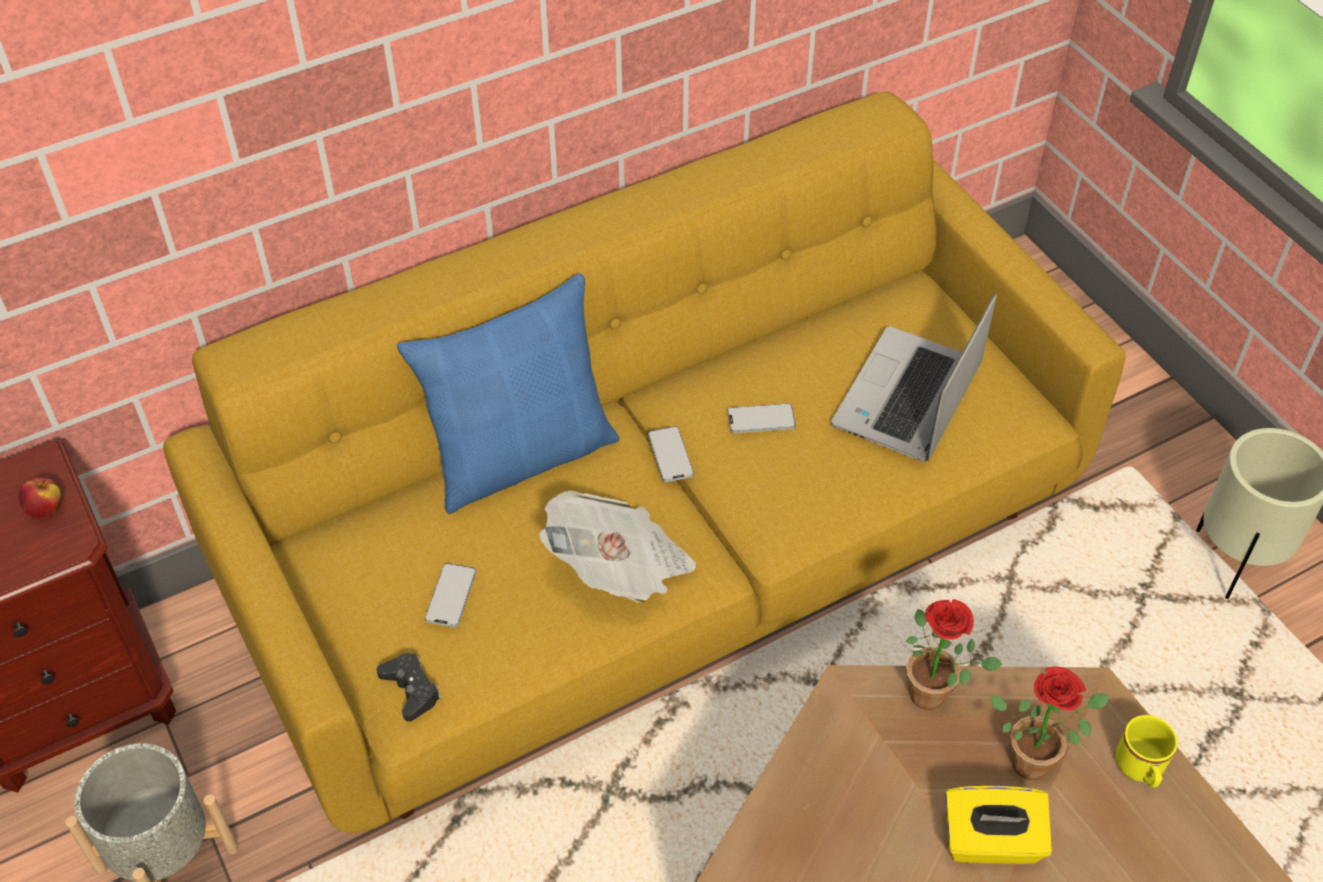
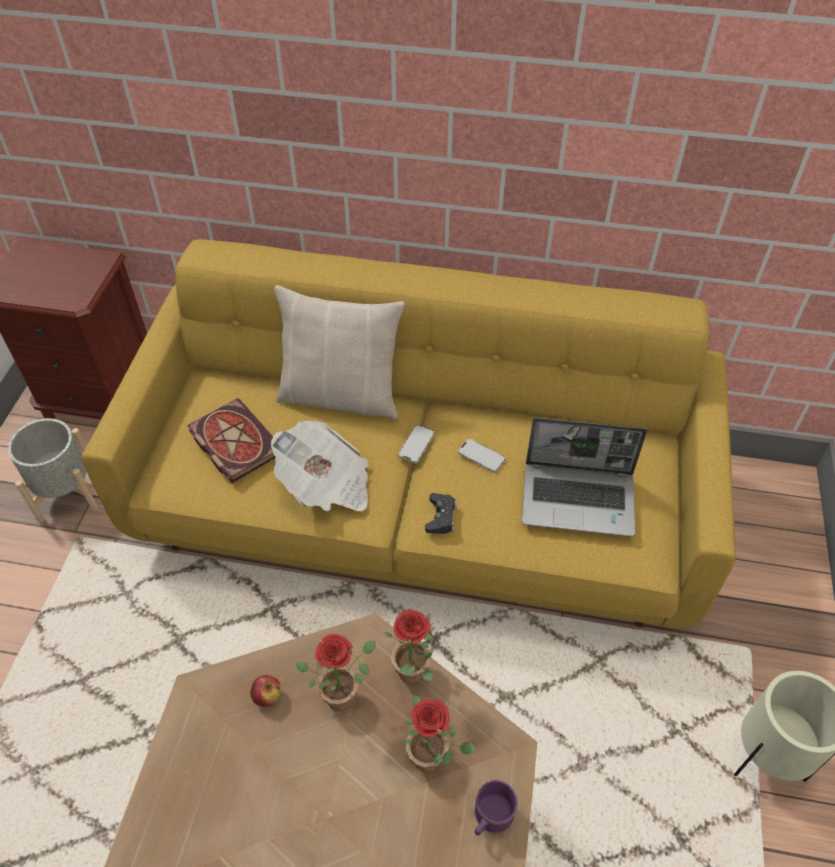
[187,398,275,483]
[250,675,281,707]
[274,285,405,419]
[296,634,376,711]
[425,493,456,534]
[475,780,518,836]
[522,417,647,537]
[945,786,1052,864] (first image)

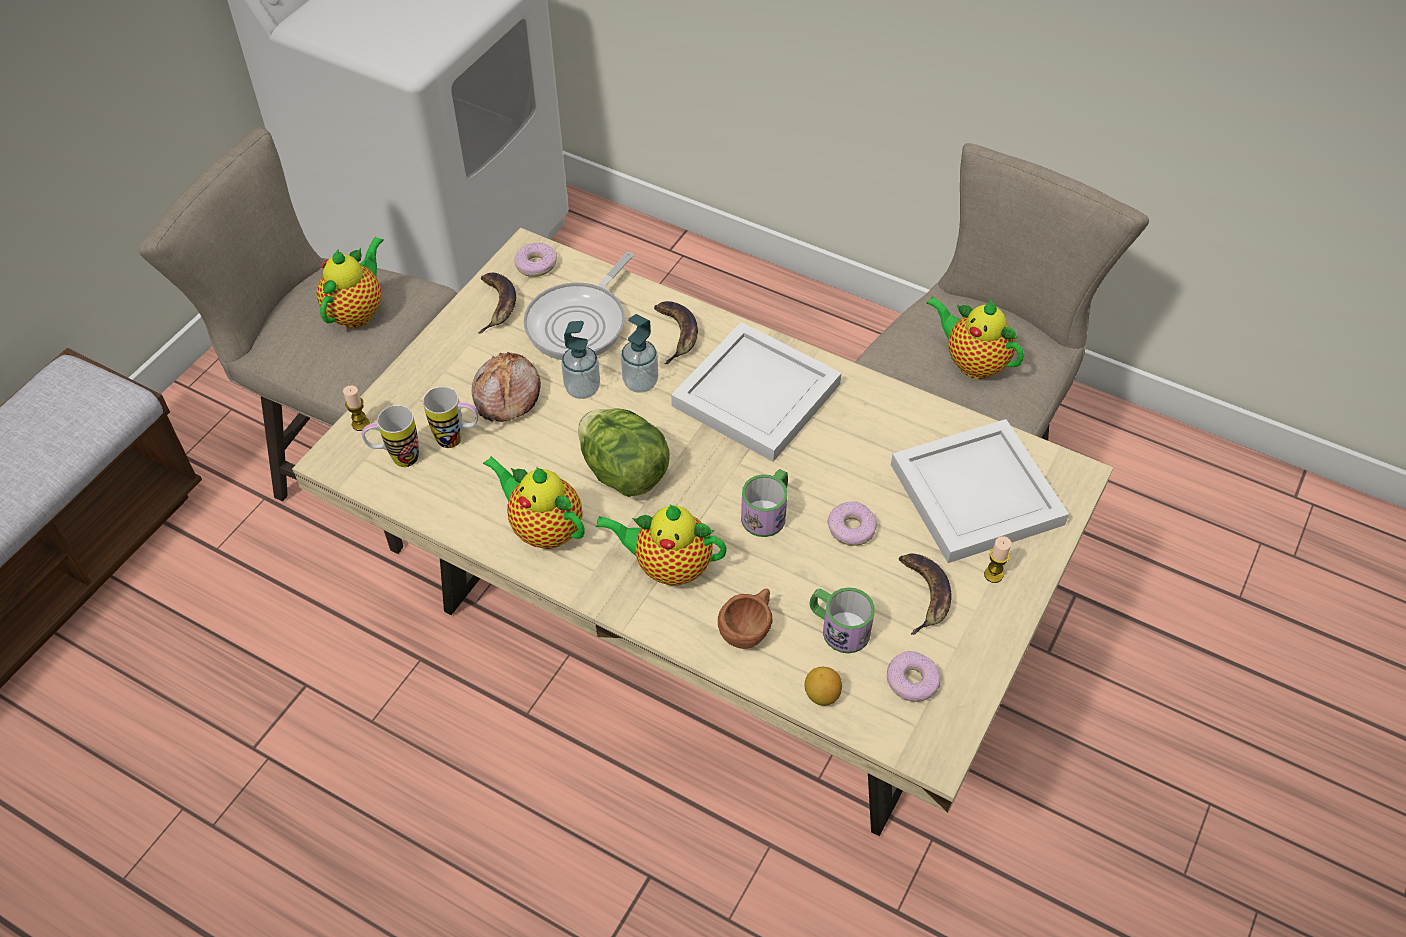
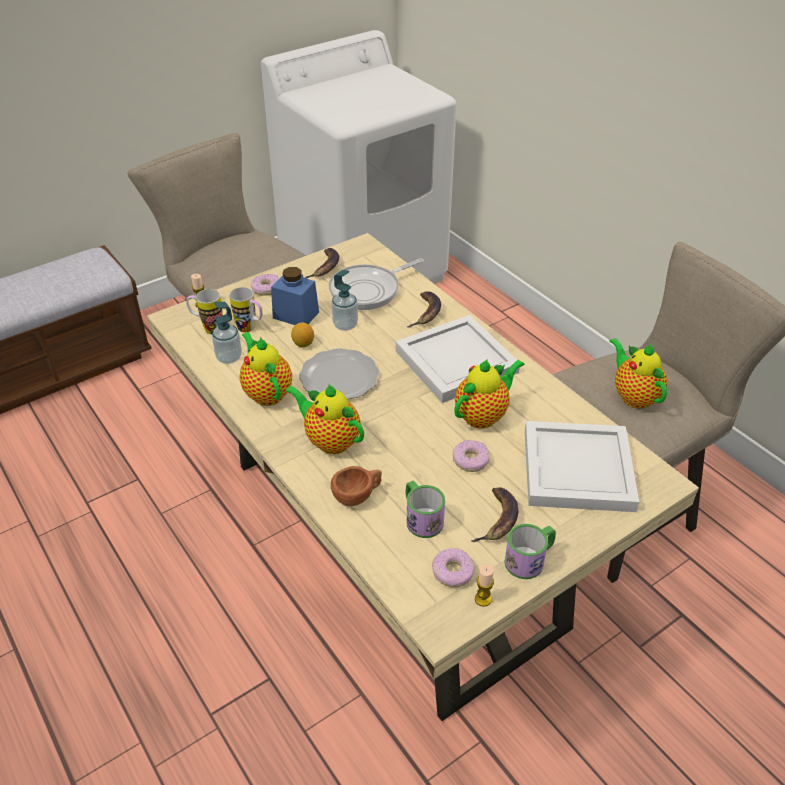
[212,301,242,364]
[250,274,279,296]
[271,267,319,325]
[291,322,314,347]
[299,348,379,400]
[454,359,524,428]
[475,564,494,607]
[504,524,556,579]

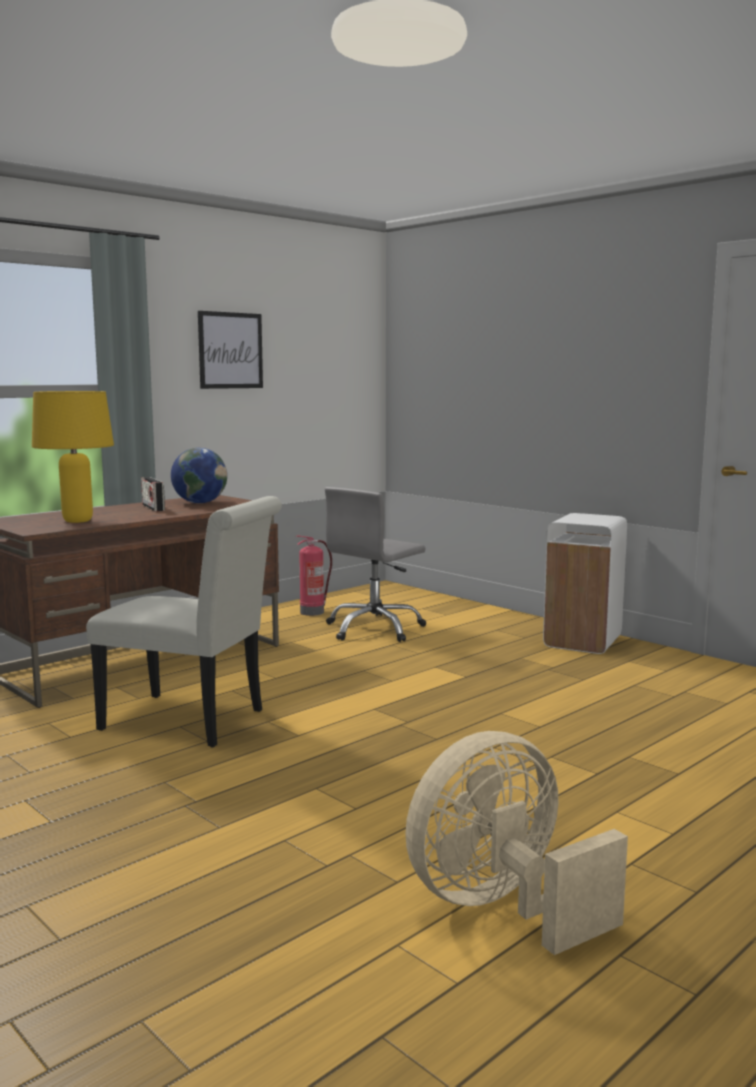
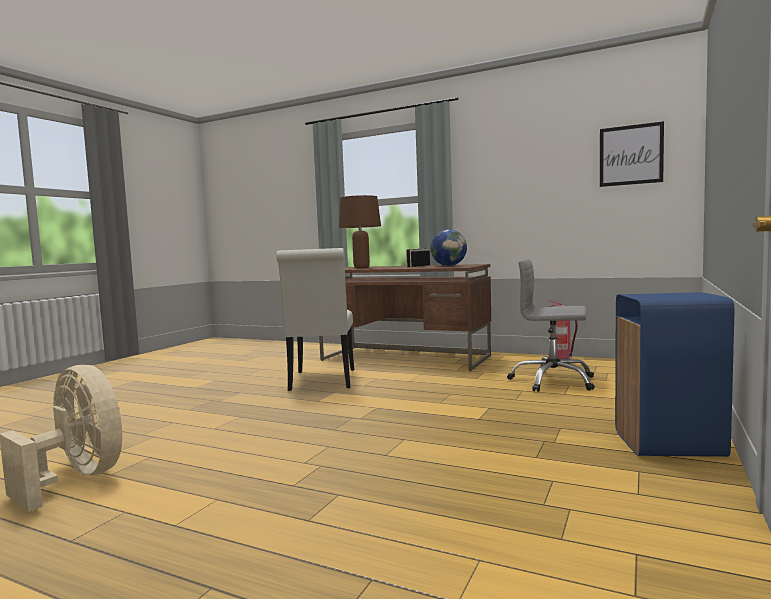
[339,195,381,269]
[600,121,664,187]
[615,292,734,457]

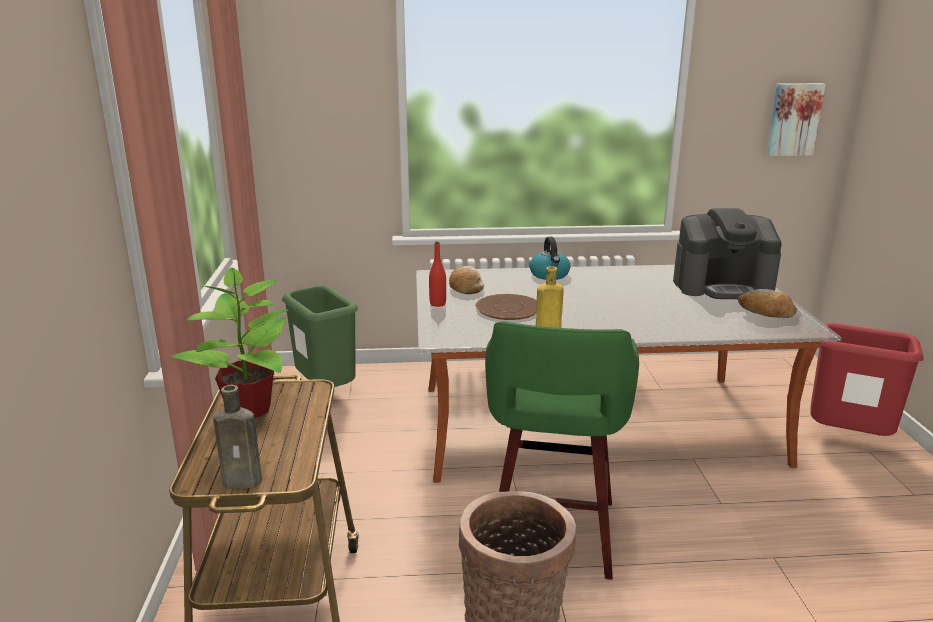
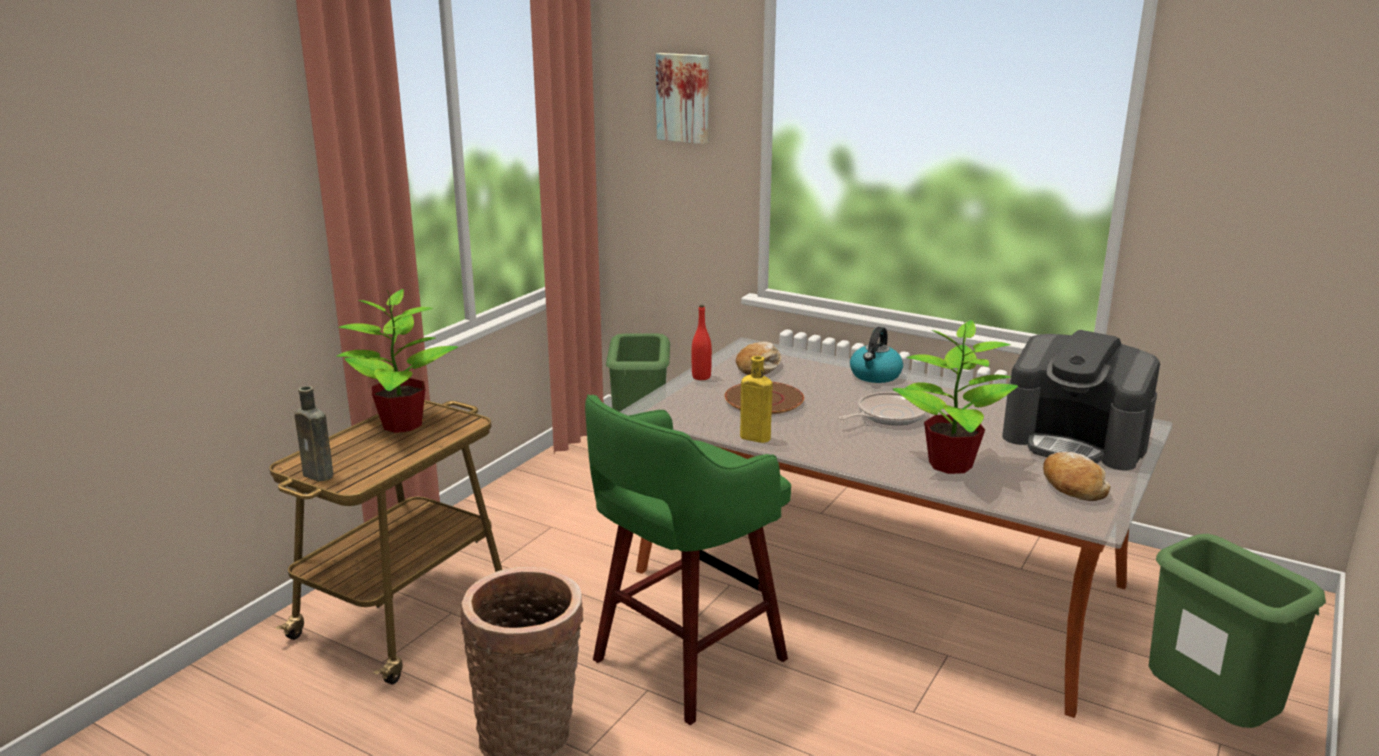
[656,53,709,144]
[839,392,927,425]
[893,320,1018,474]
[1149,534,1326,728]

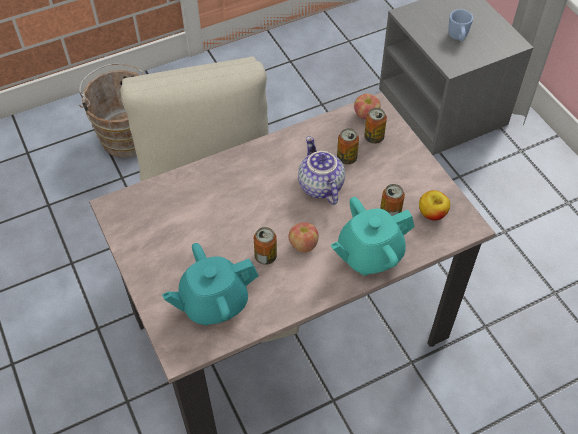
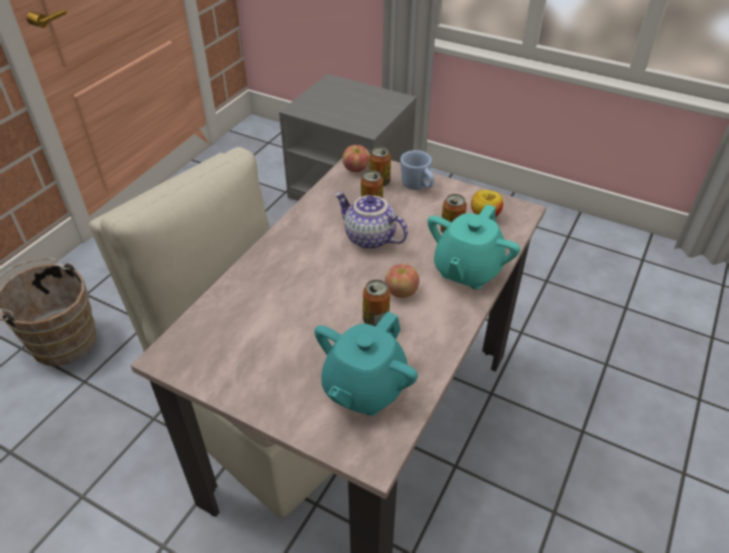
[400,150,434,190]

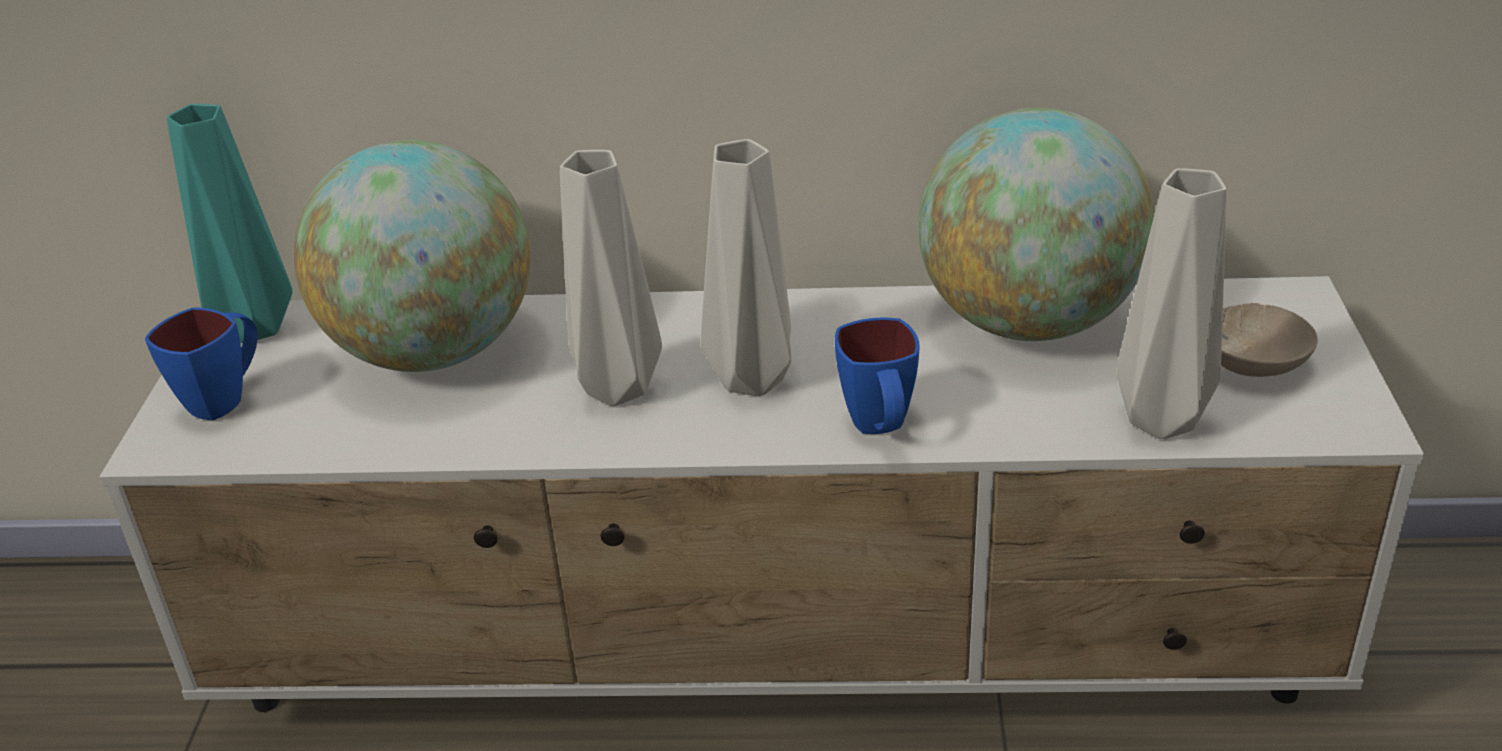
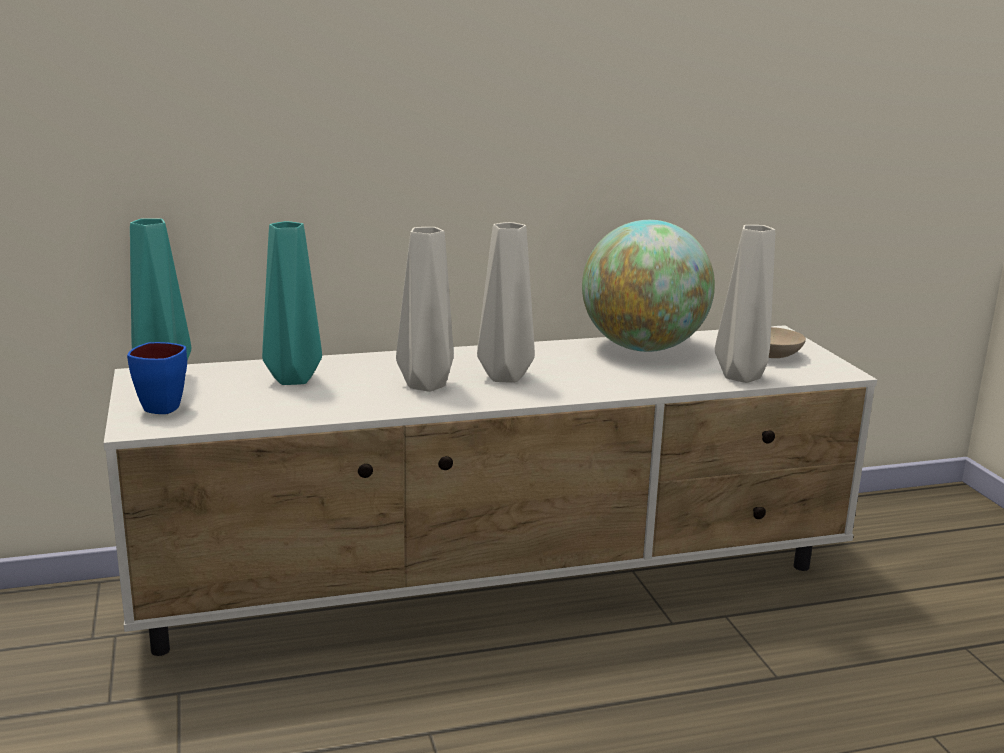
[262,221,322,385]
[835,318,919,434] (first image)

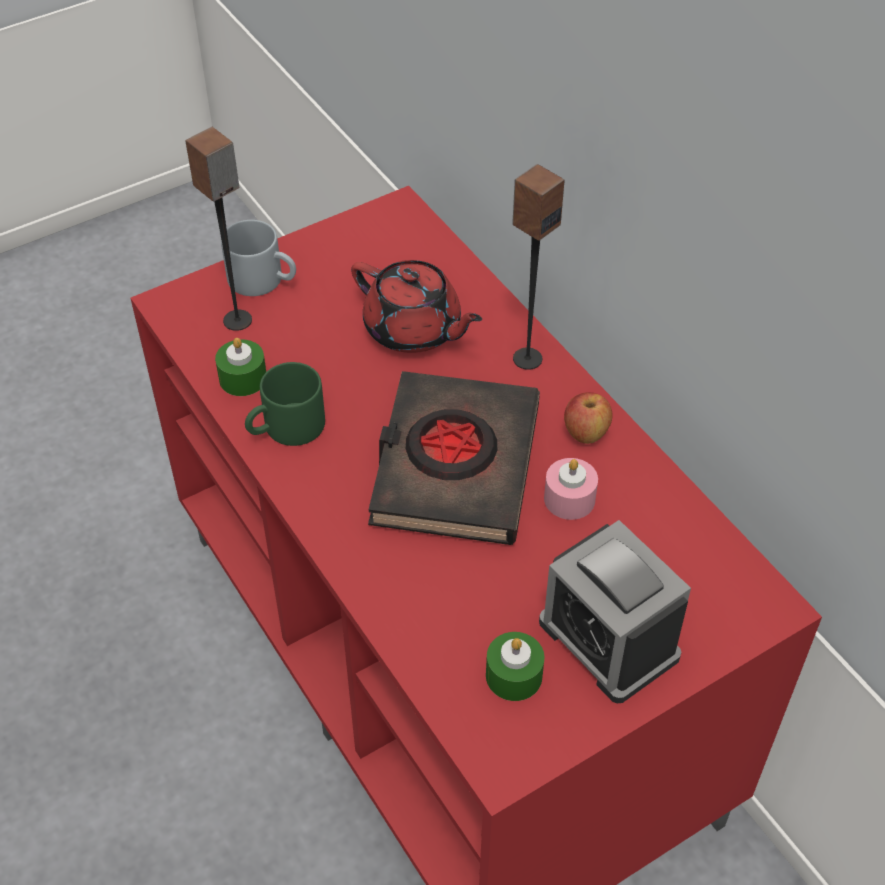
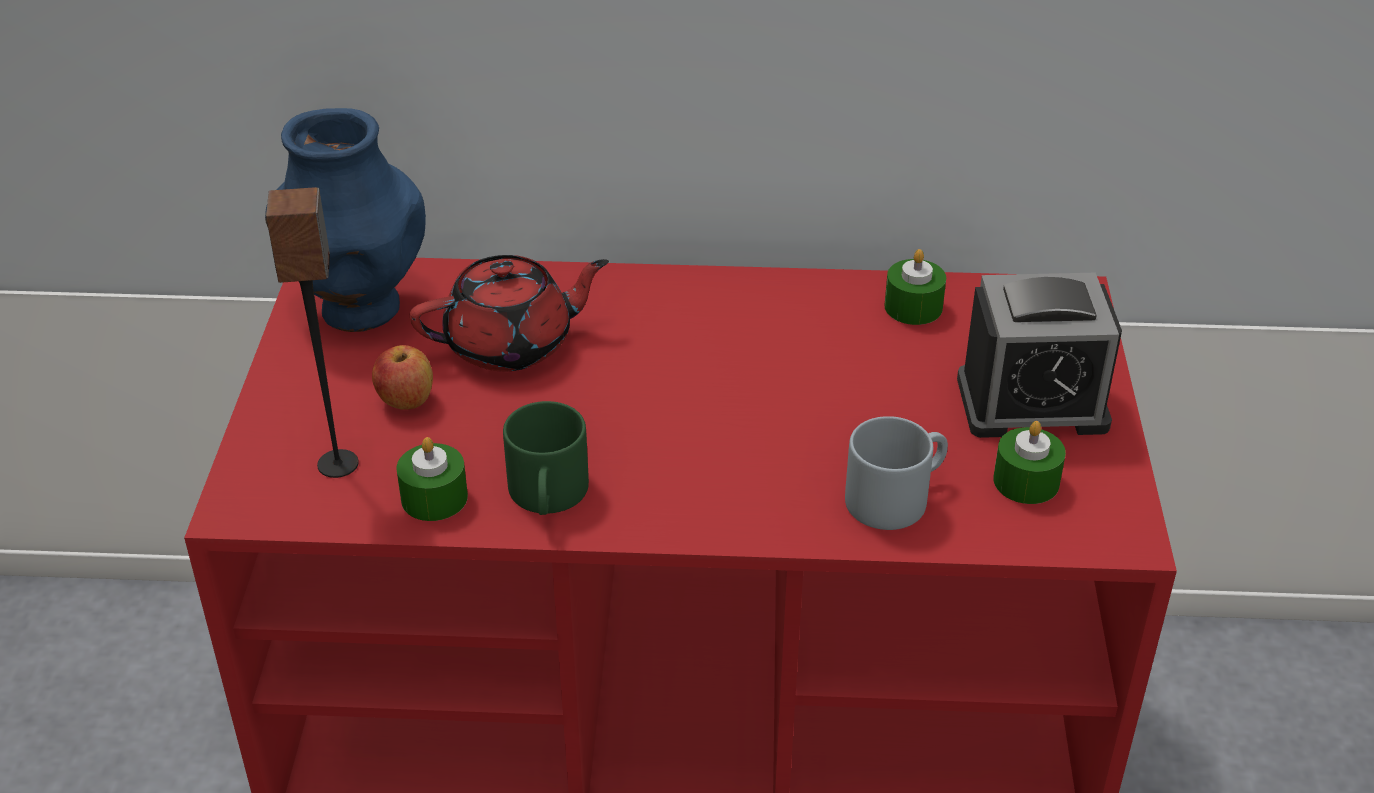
[265,108,426,332]
[372,345,433,410]
[845,416,948,530]
[884,249,946,325]
[368,371,540,545] (first image)
[512,164,565,370] (first image)
[544,458,598,520] (first image)

